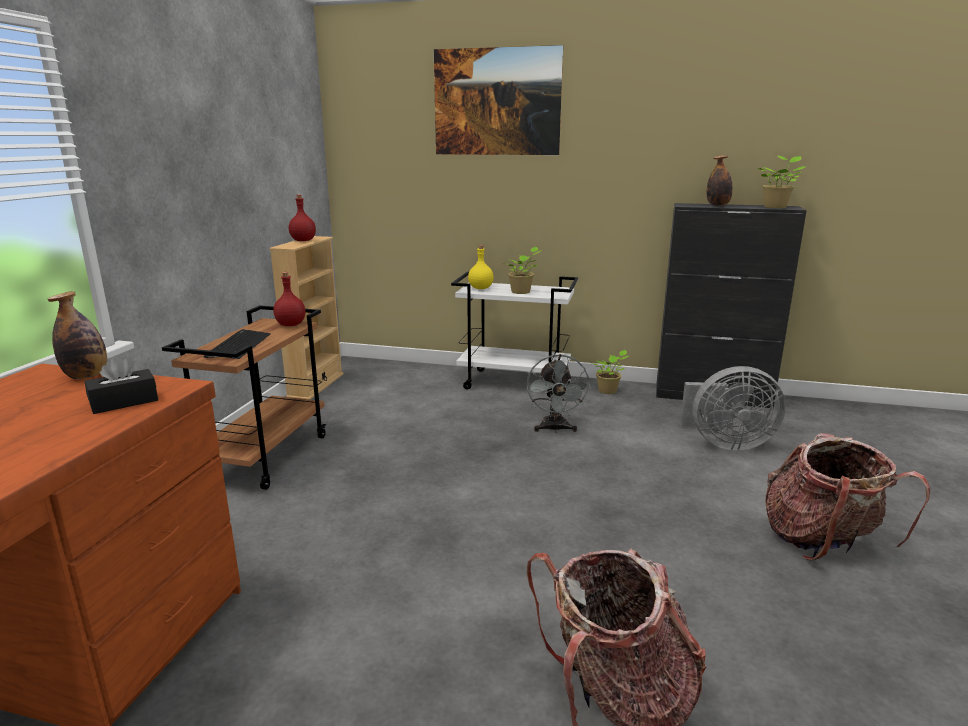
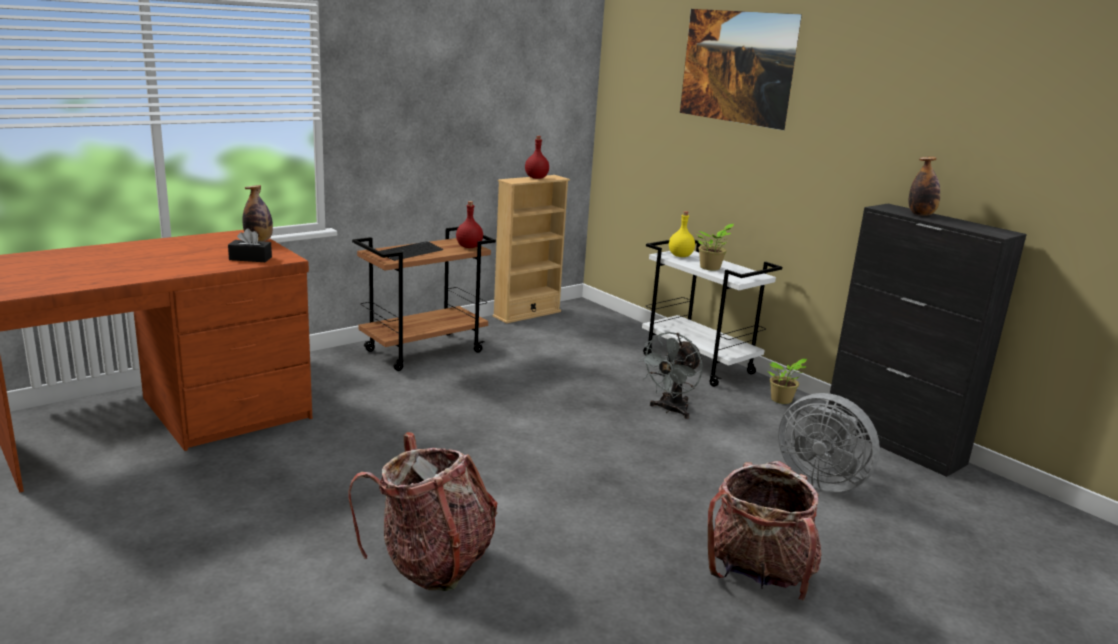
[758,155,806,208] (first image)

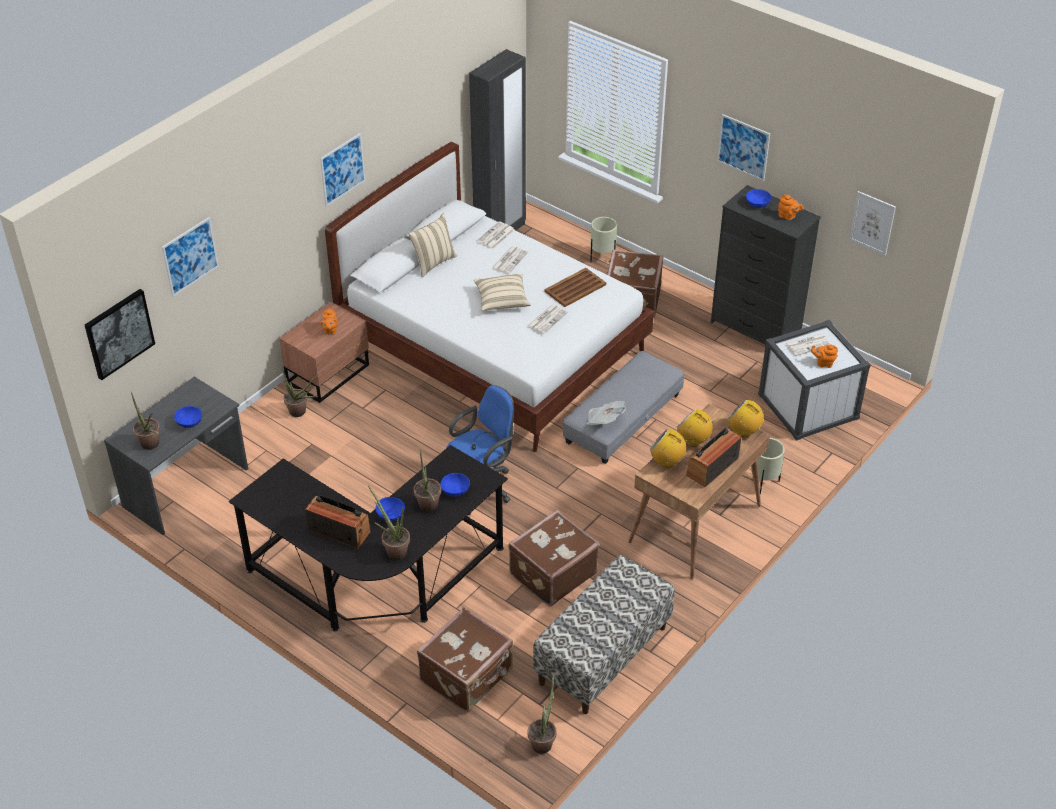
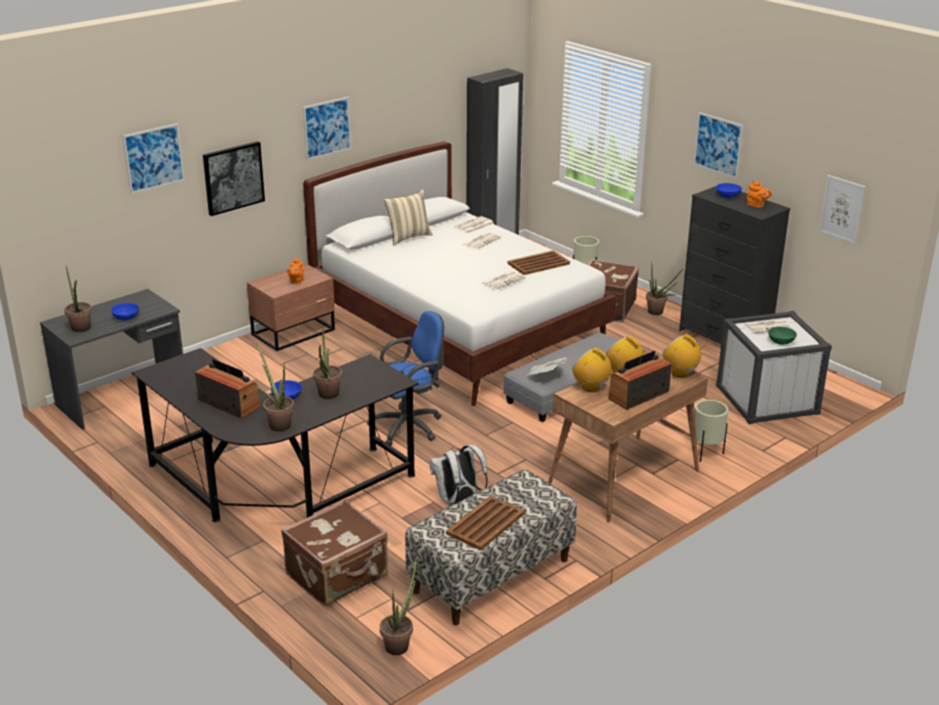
[203,141,265,216]
[429,445,488,506]
[446,496,525,550]
[646,263,684,315]
[768,327,797,345]
[440,473,470,497] (first image)
[474,274,531,311] (first image)

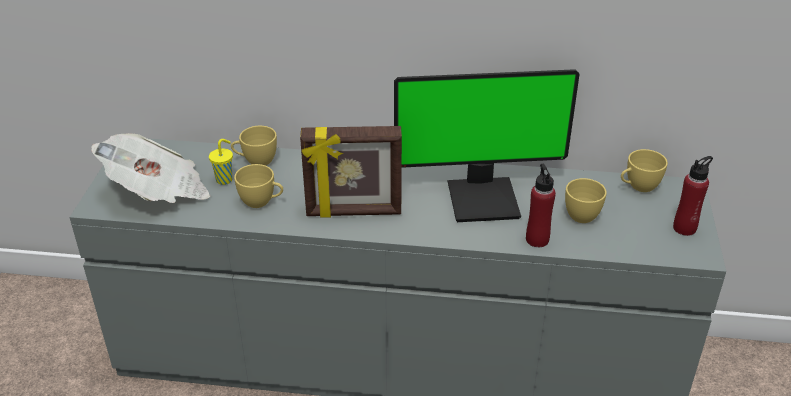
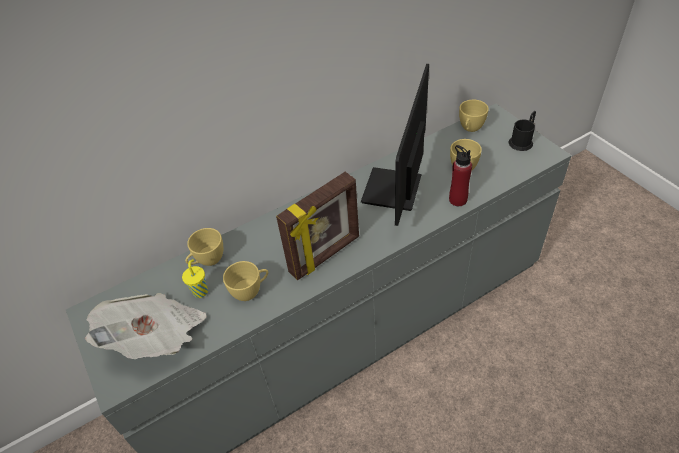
[361,64,429,226]
[508,111,536,151]

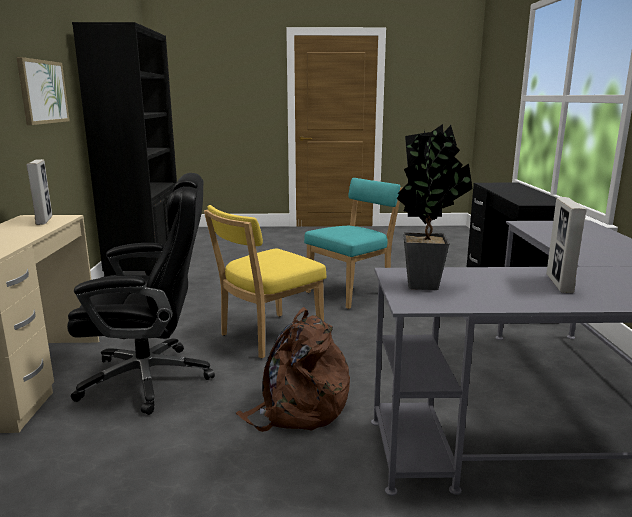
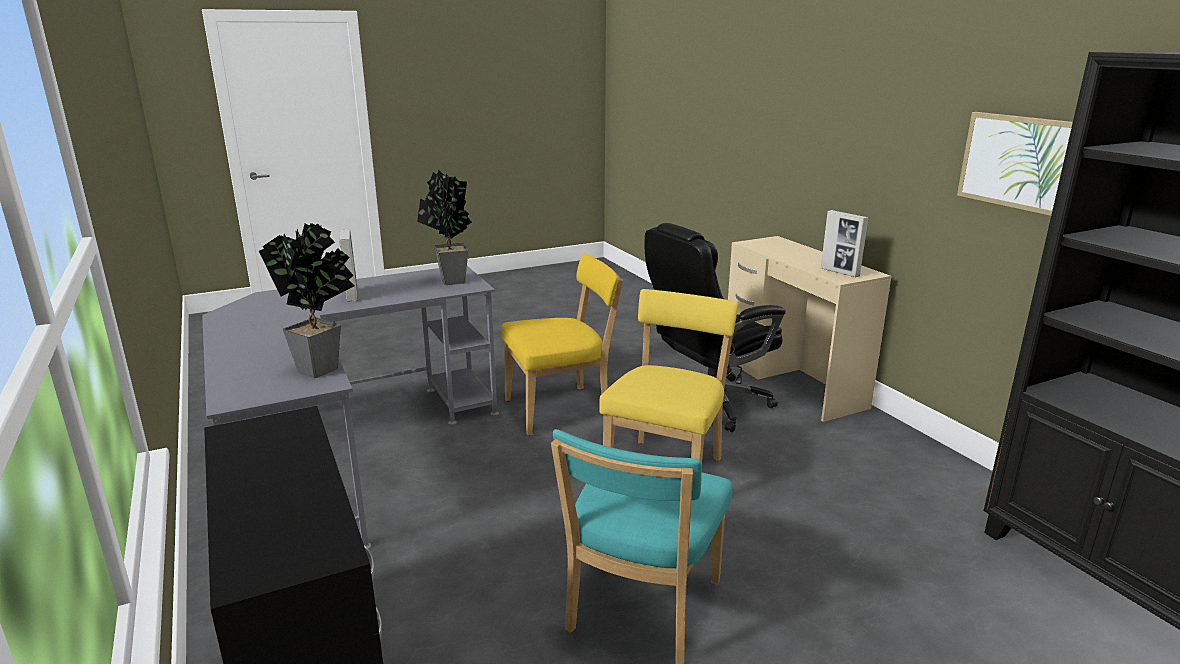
[259,223,354,378]
[501,254,623,436]

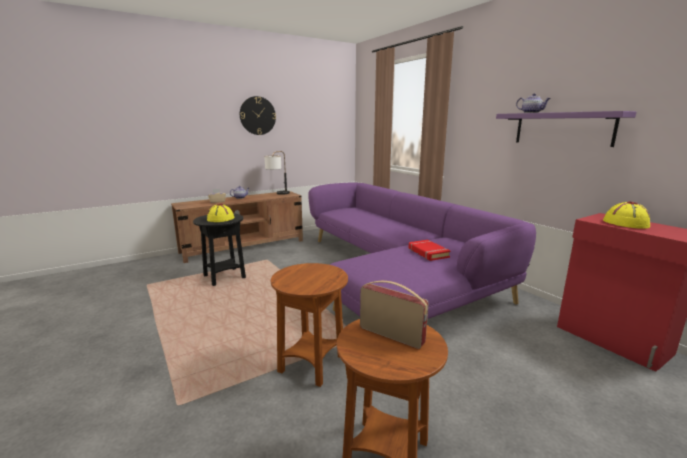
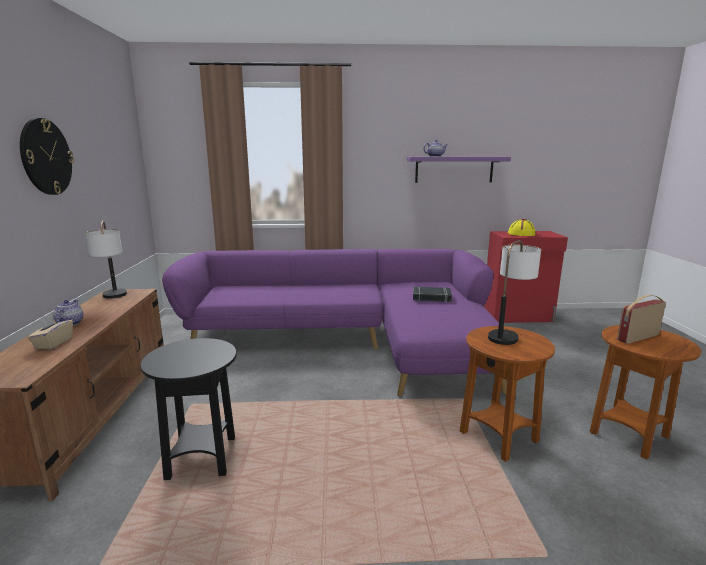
[413,287,452,302]
[488,240,541,345]
[207,204,234,222] (first image)

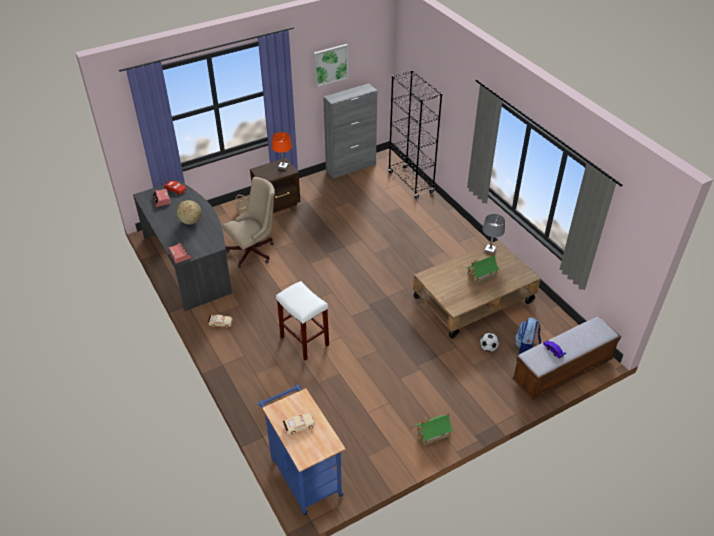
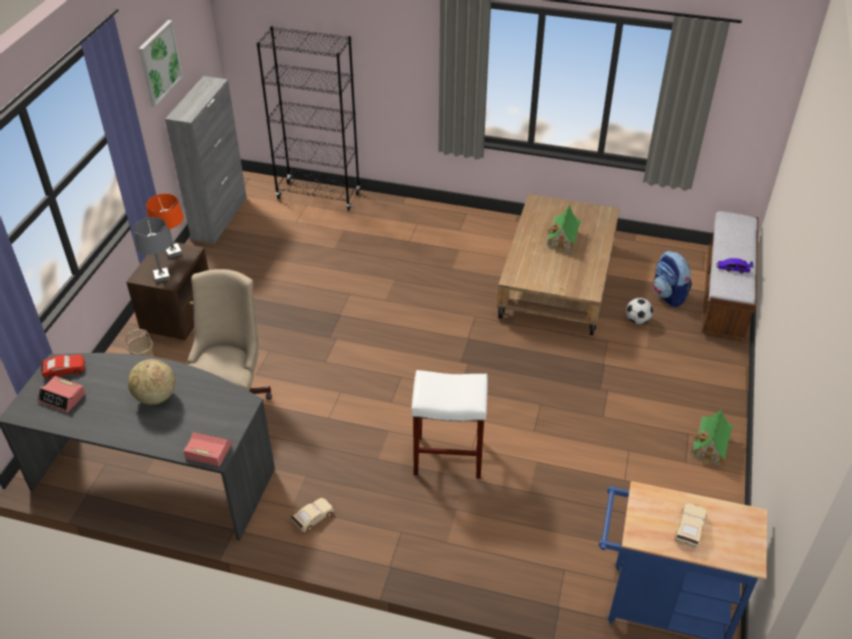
[133,217,172,283]

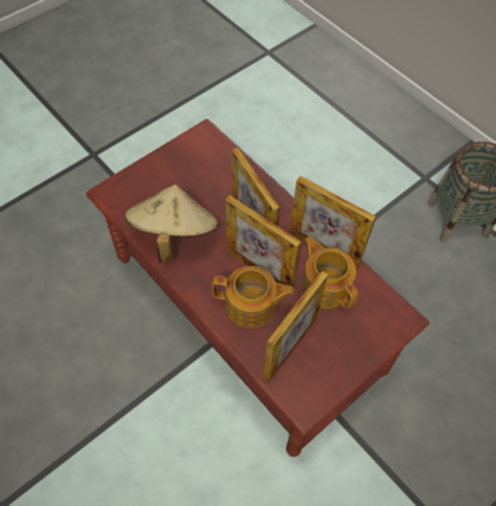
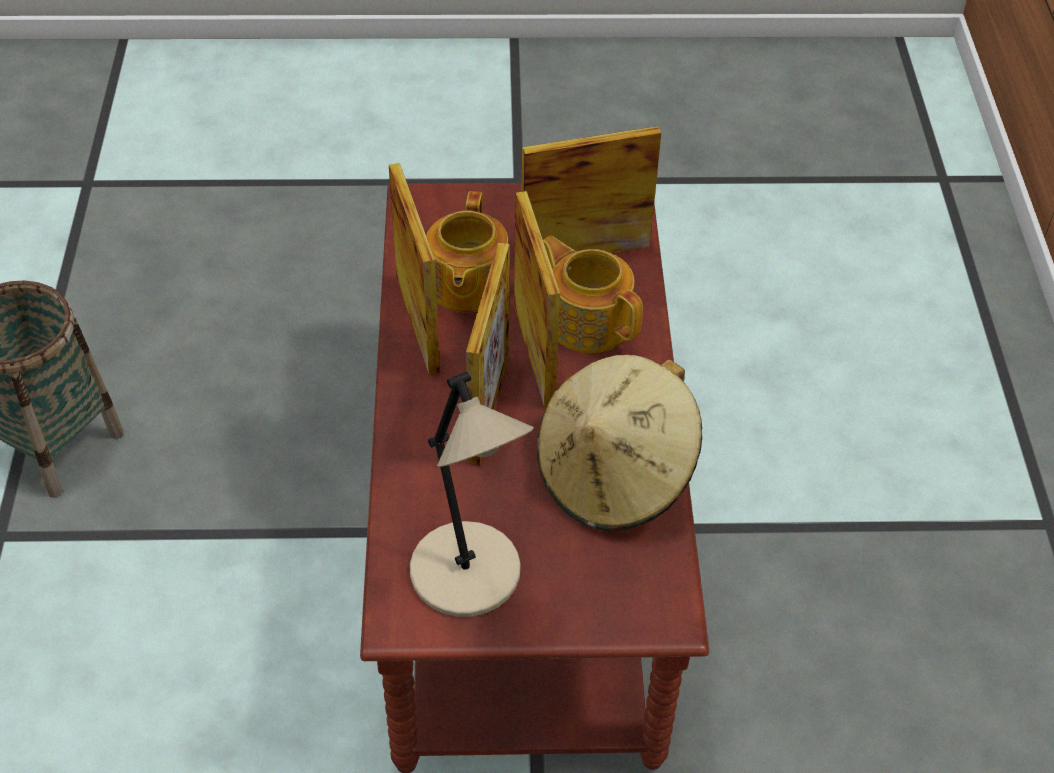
[410,371,534,617]

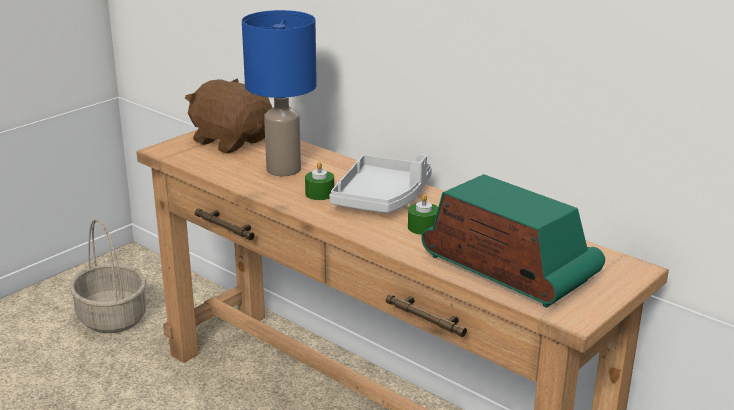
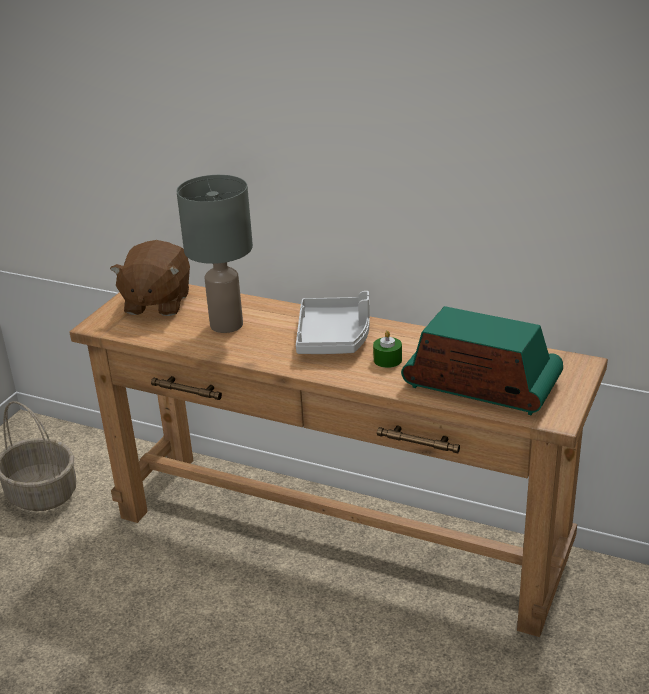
[110,240,190,316]
[176,175,253,333]
[305,162,334,200] (first image)

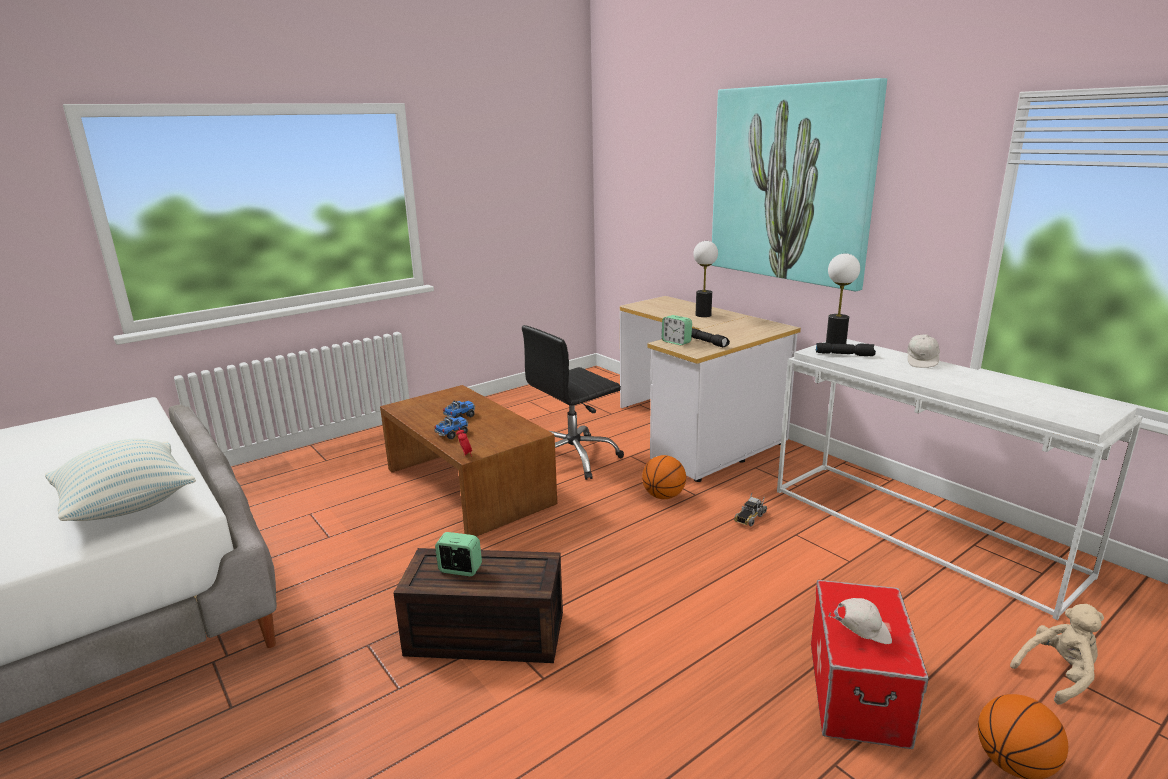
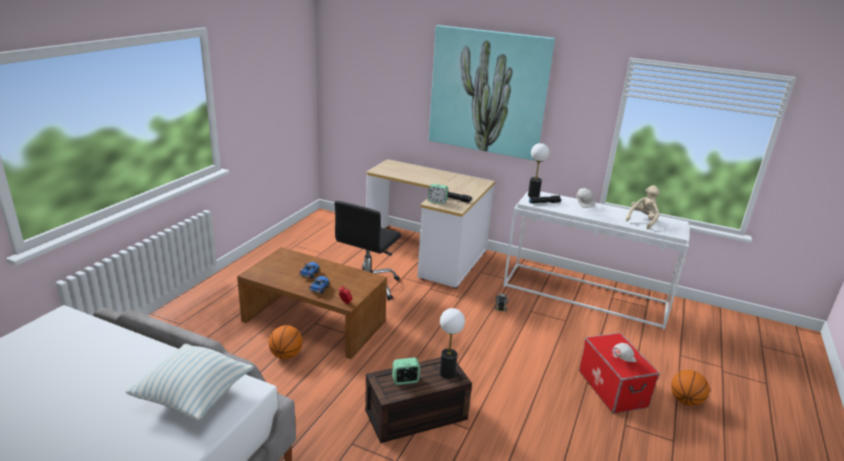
[269,325,303,359]
[440,308,465,379]
[625,185,660,229]

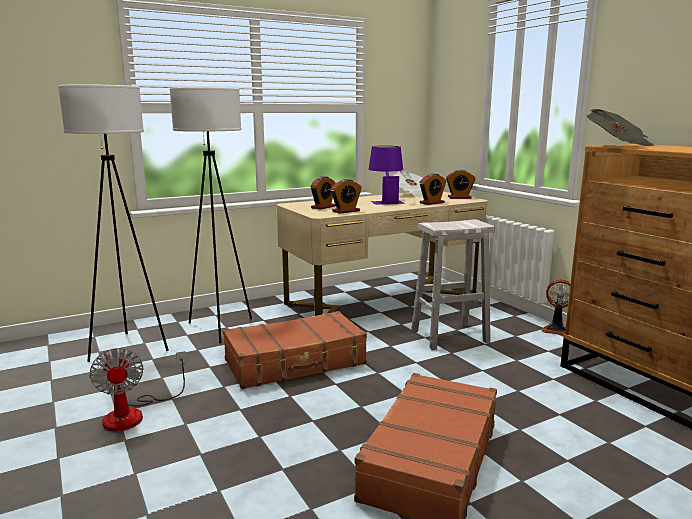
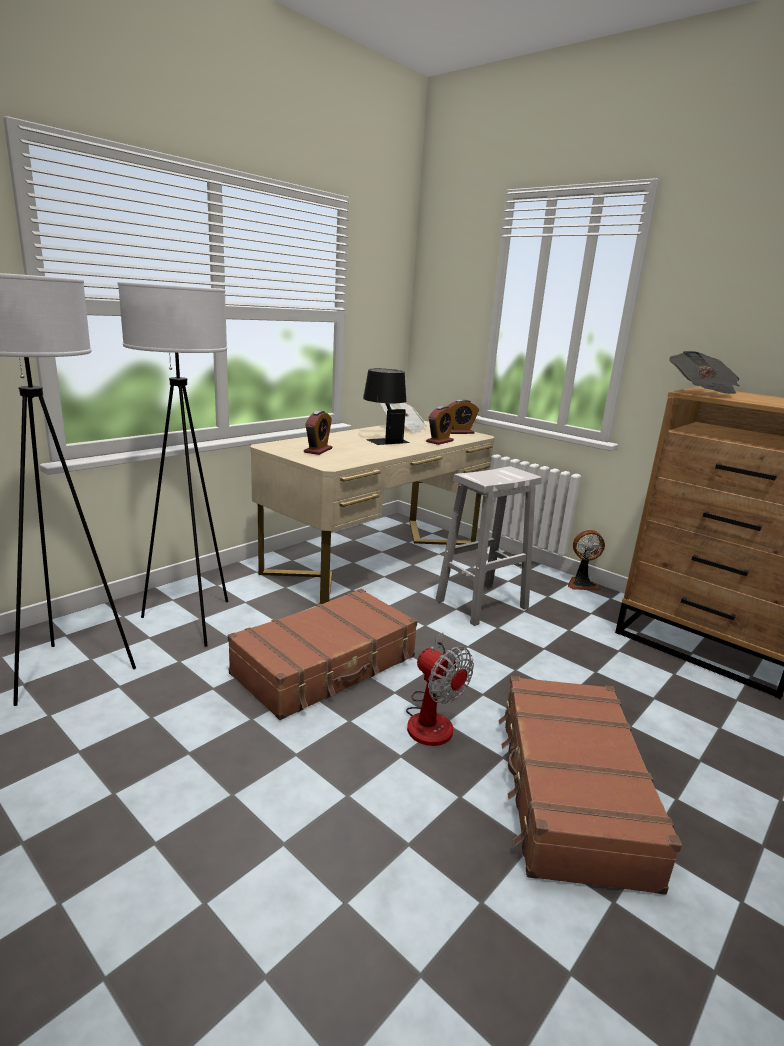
[363,369,410,445]
[406,633,474,746]
[331,179,362,214] (first image)

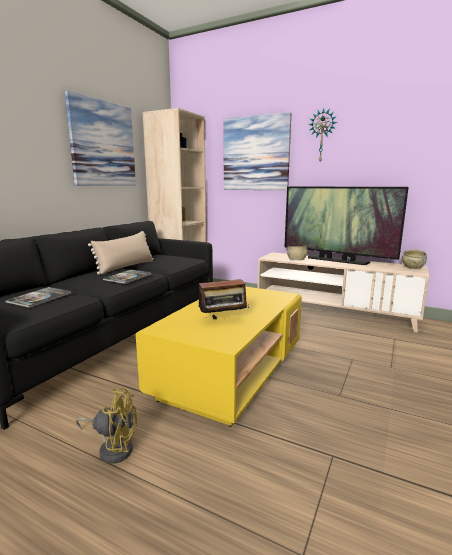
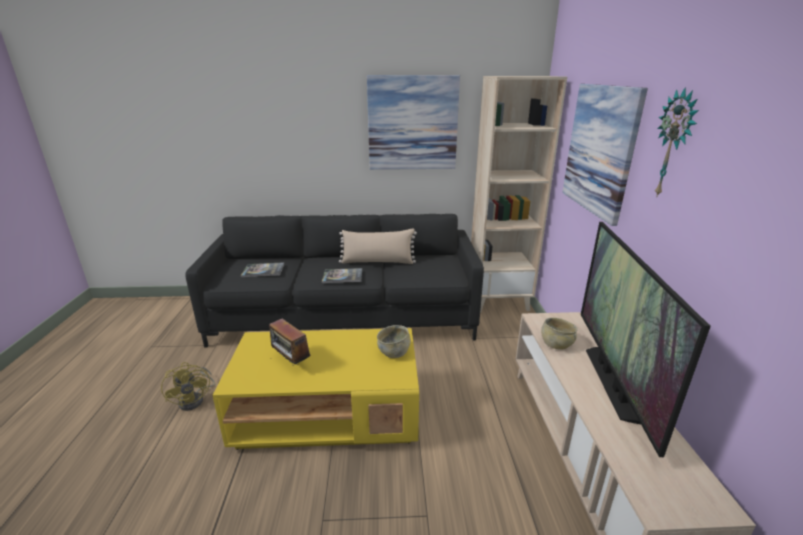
[377,325,411,358]

